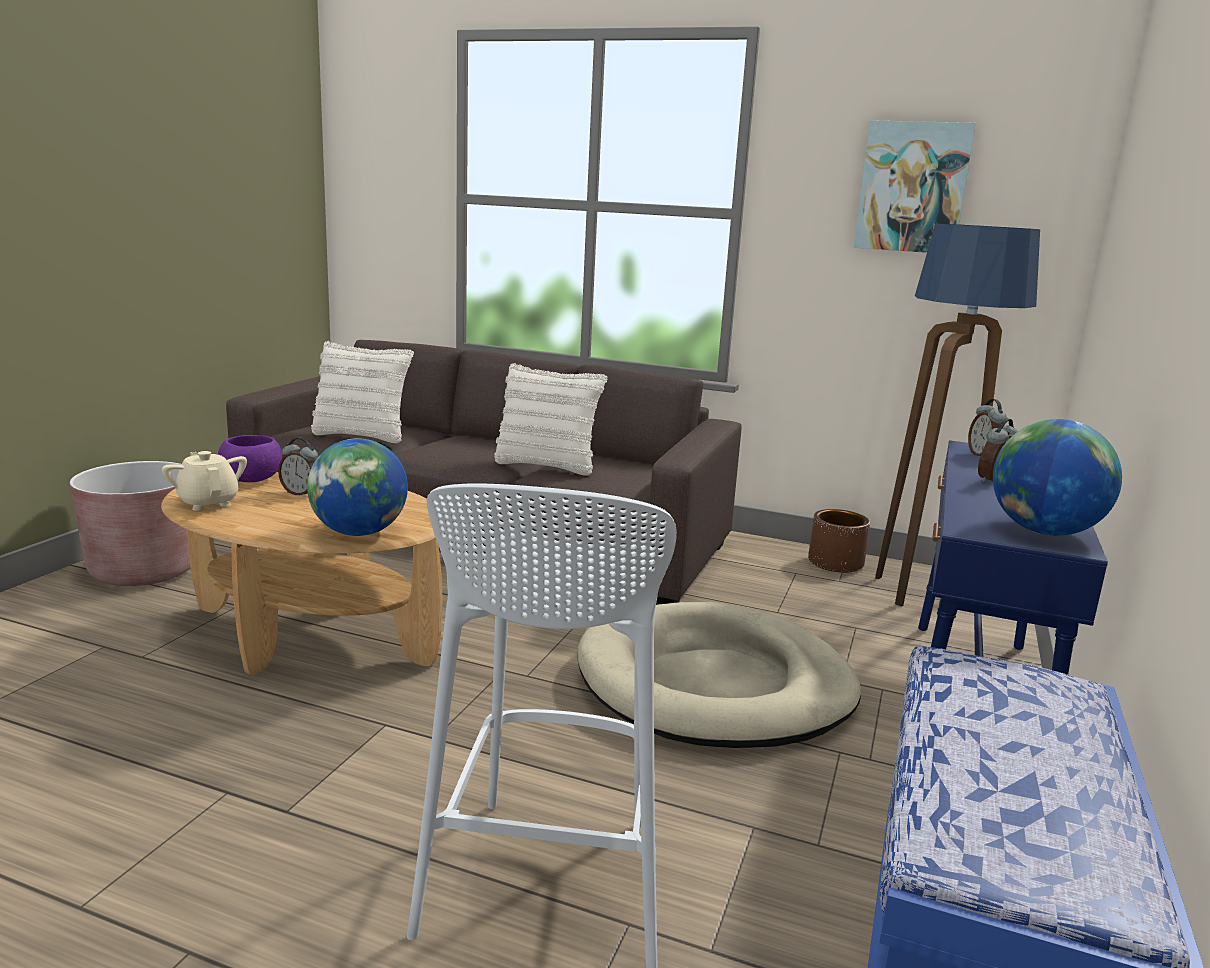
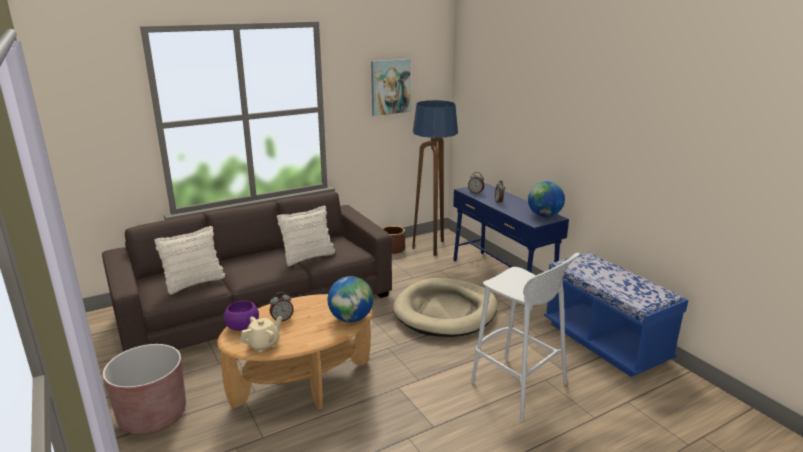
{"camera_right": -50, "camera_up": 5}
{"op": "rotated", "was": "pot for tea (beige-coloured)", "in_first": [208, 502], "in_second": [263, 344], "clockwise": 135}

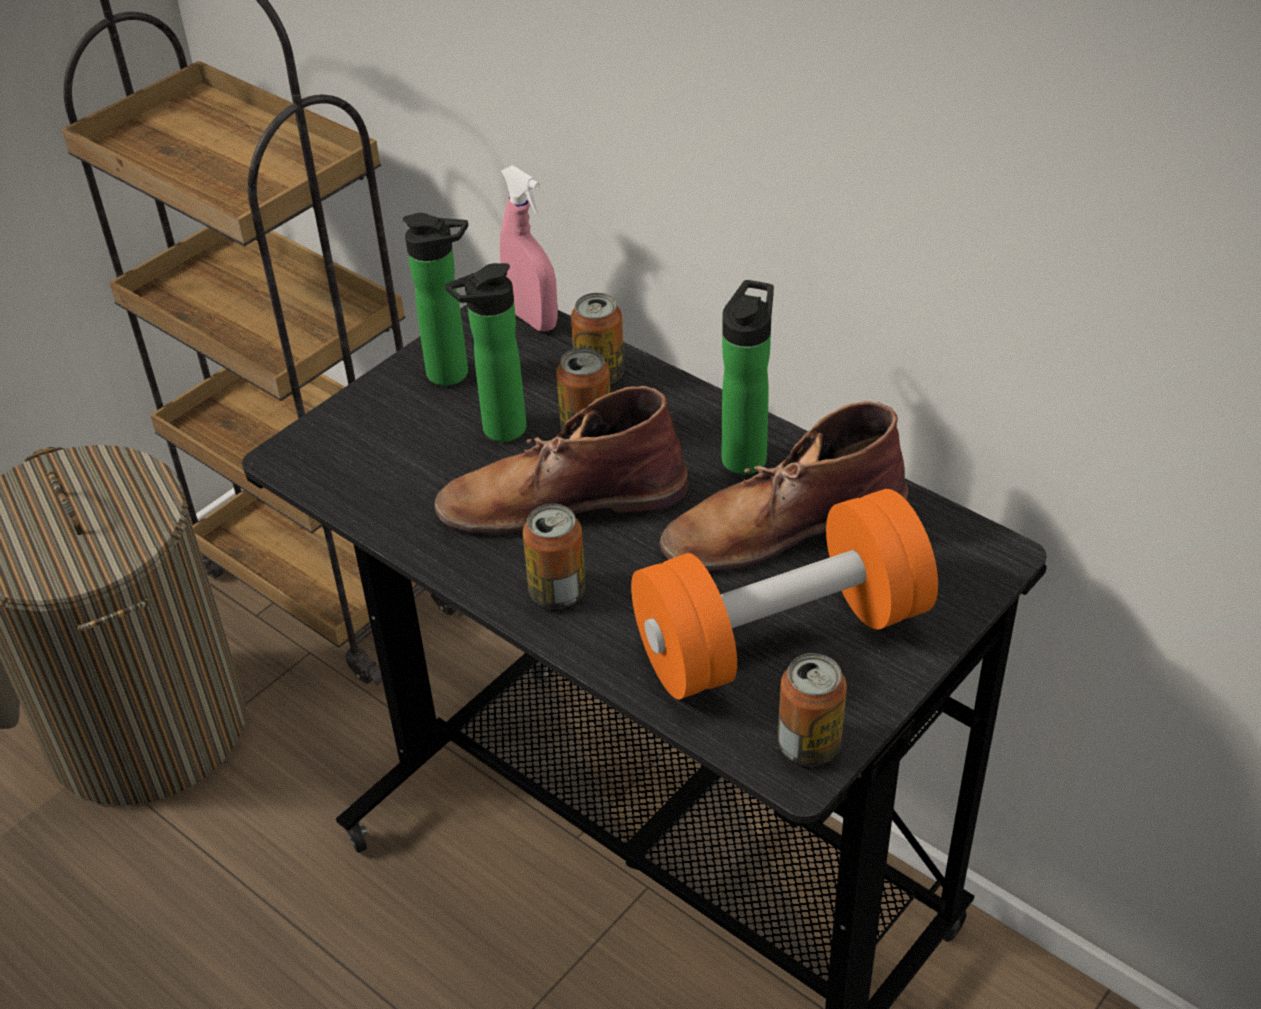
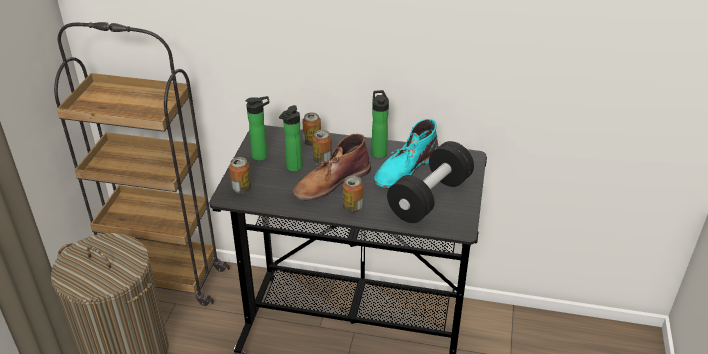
{"camera_right": -30, "camera_up": -5}
{"op": "shifted", "was": "can", "in_first": [809, 745], "in_second": [241, 188]}
{"op": "repainted", "was": "tall boot (brown)", "now": "tall boot (blue-green)", "in_first": [781, 526], "in_second": [405, 168]}
{"op": "repainted", "was": "hand weight (orangey)", "now": "hand weight (black)", "in_first": [781, 636], "in_second": [430, 197]}
{"op": "gone", "was": "hand sprayer (pink-coloured)", "in_first": [532, 319]}

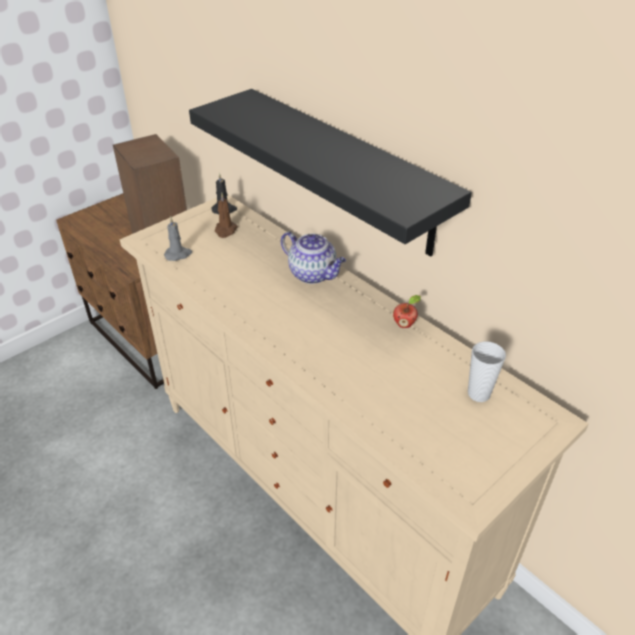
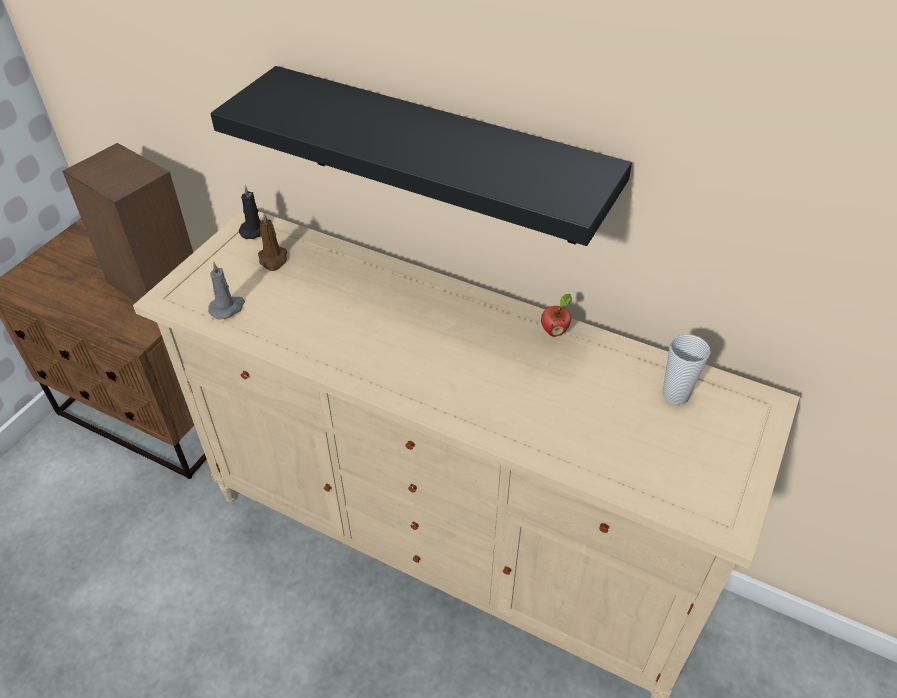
{"camera_right": -20, "camera_up": 5}
{"op": "gone", "was": "pot for tea", "in_first": [313, 274]}

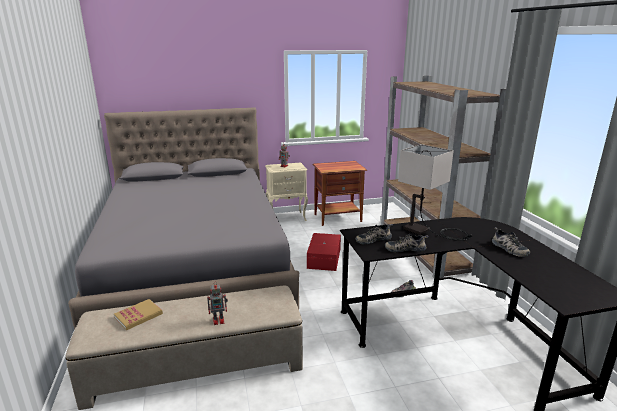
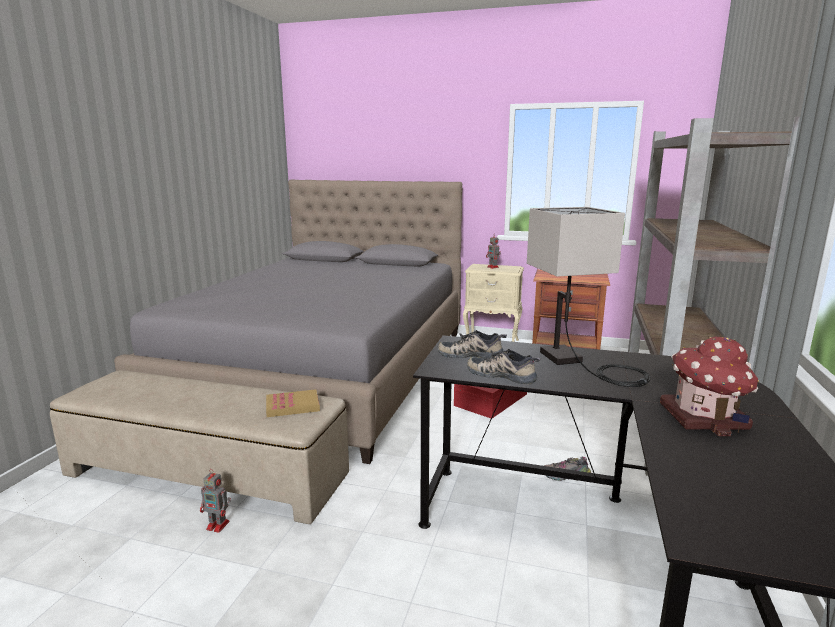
{"camera_right": 30, "camera_up": -5}
{"op": "shifted", "was": "toy robot", "in_first": [219, 320], "in_second": [219, 525]}
{"op": "shifted", "was": "volume", "in_first": [138, 316], "in_second": [292, 406]}
{"op": "swapped", "was": "item of footwear", "now": "model house", "in_first": [508, 248], "in_second": [705, 417]}

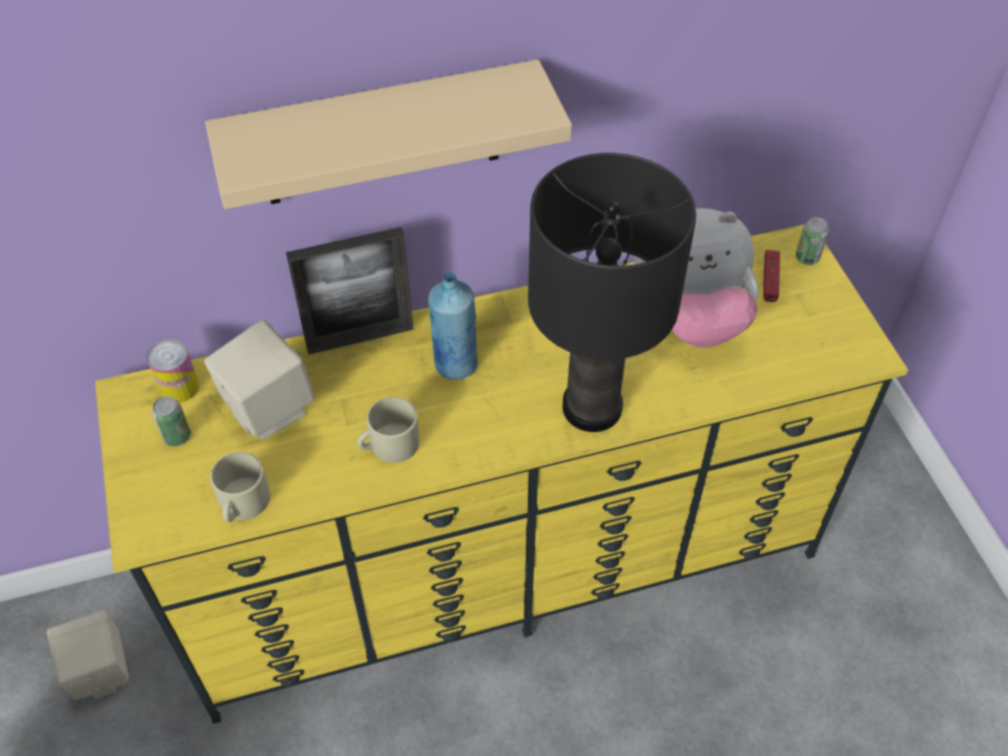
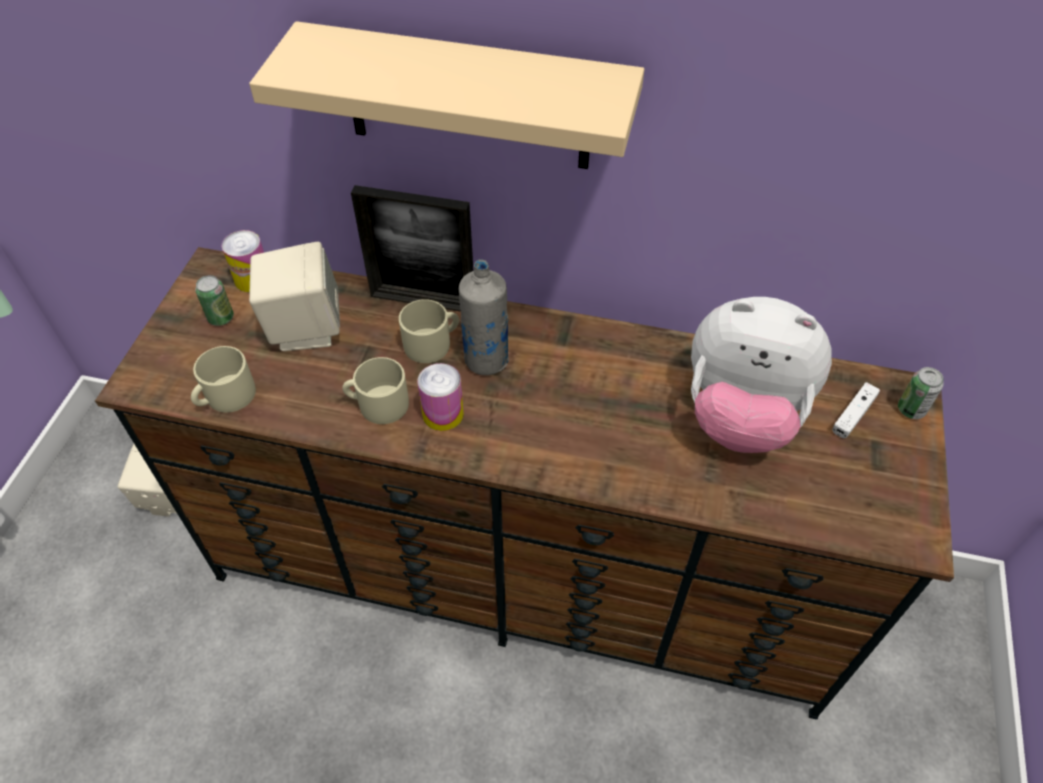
{"camera_right": 30, "camera_up": 0}
{"op": "repainted", "was": "drawer chest (yellow-coloured)", "now": "drawer chest (brown)", "in_first": [505, 560], "in_second": [524, 569]}
{"op": "new", "now": "mug (beige-coloured)", "in_second": [432, 343]}
{"op": "new", "now": "can", "in_second": [443, 414]}
{"op": "repainted", "was": "beverage bottle (blue)", "now": "beverage bottle (grey)", "in_first": [455, 364], "in_second": [486, 360]}
{"op": "repainted", "was": "joypad (reddish)", "now": "joypad (white-coloured)", "in_first": [770, 280], "in_second": [853, 415]}
{"op": "gone", "was": "tabletop lamp (black)", "in_first": [593, 408]}

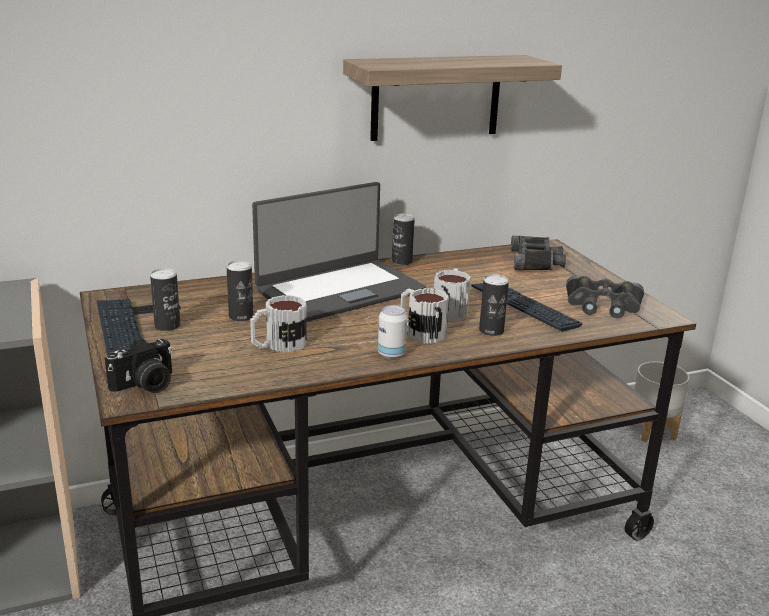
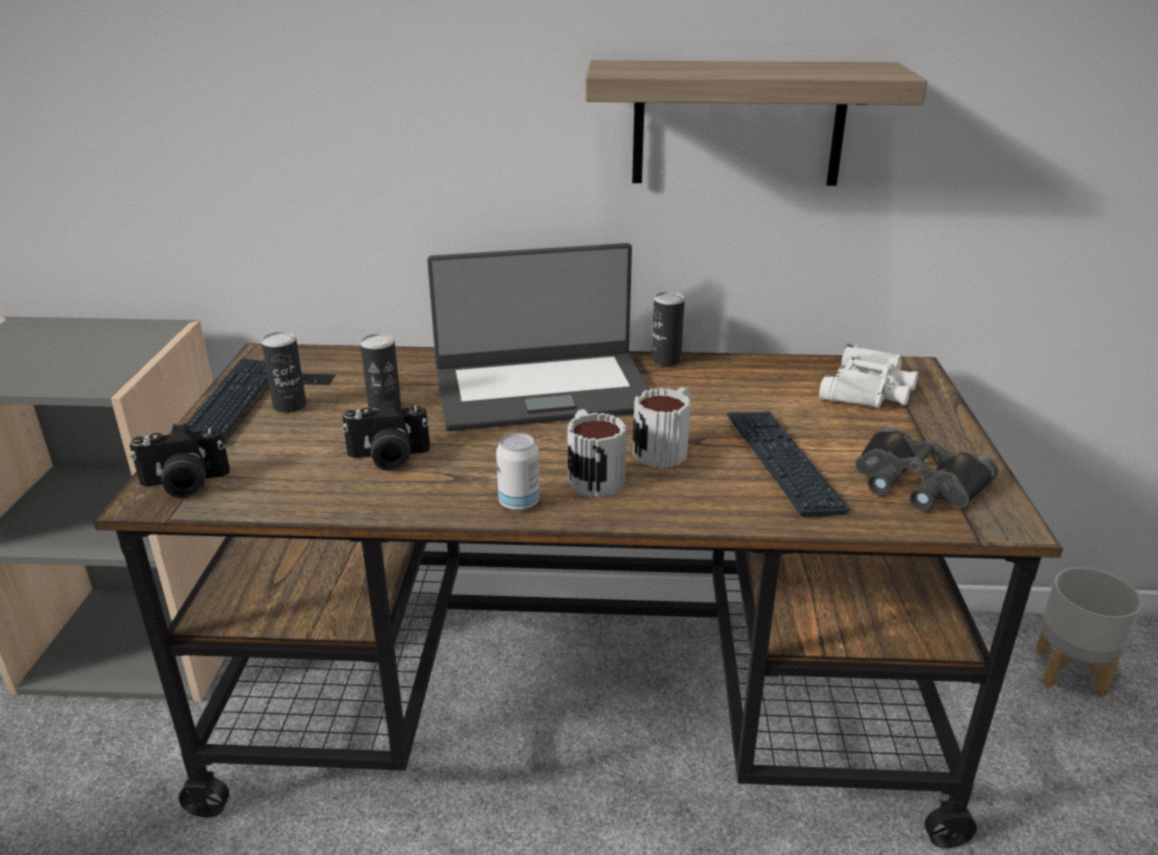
{"camera_right": 25, "camera_up": 5}
{"op": "swapped", "was": "mug", "now": "still camera", "in_first": [278, 345], "in_second": [388, 458]}
{"op": "repainted", "was": "pair of binoculars (black)", "now": "pair of binoculars (white-coloured)", "in_first": [536, 261], "in_second": [869, 389]}
{"op": "gone", "was": "can", "in_first": [491, 331]}

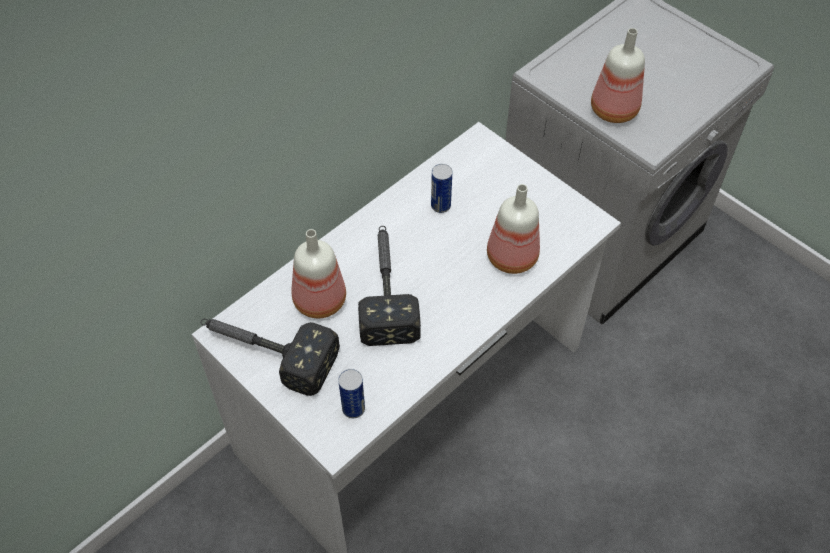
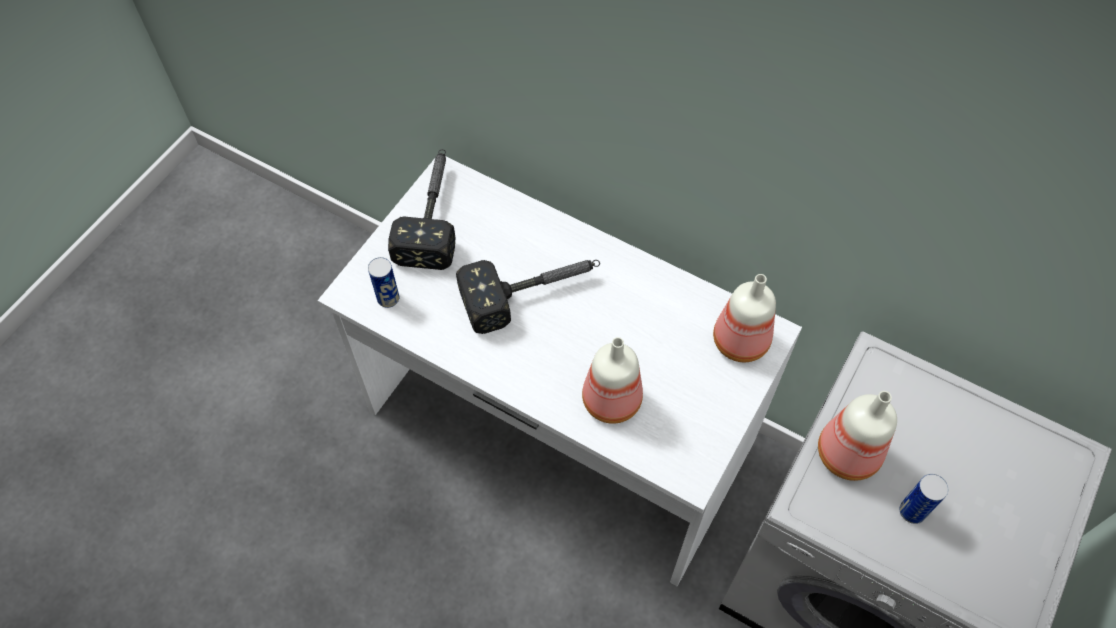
{"camera_right": 75, "camera_up": 5}
{"op": "shifted", "was": "beverage bottle", "in_first": [318, 301], "in_second": [739, 340]}
{"op": "shifted", "was": "can", "in_first": [440, 206], "in_second": [912, 511]}

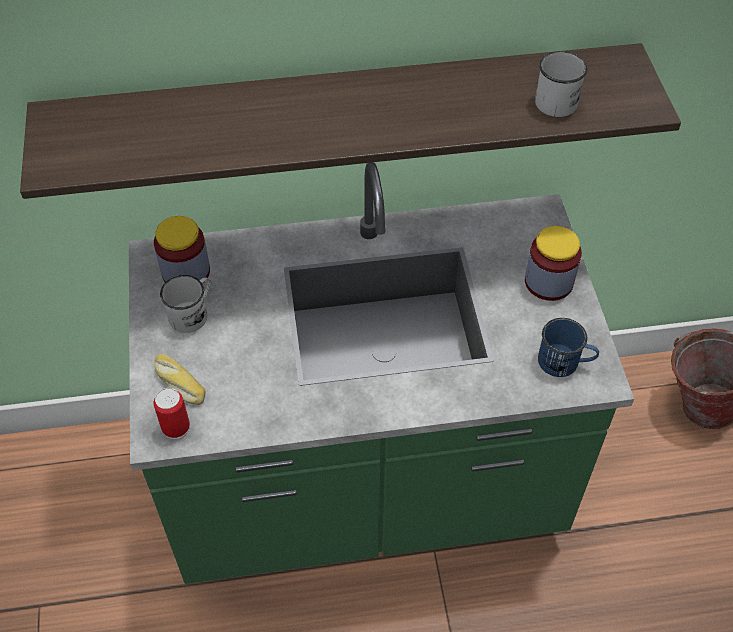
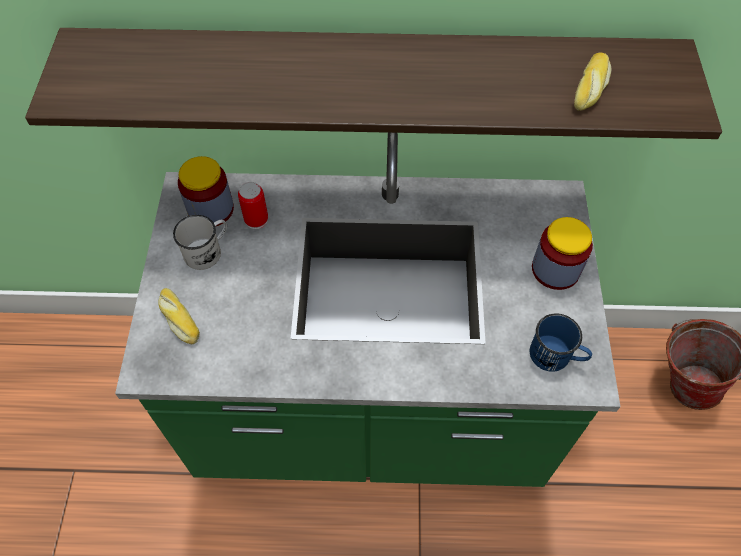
{"camera_right": 10, "camera_up": 5}
{"op": "shifted", "was": "can", "in_first": [176, 427], "in_second": [256, 220]}
{"op": "swapped", "was": "mug (white-coloured)", "now": "baked bread", "in_first": [557, 98], "in_second": [591, 88]}

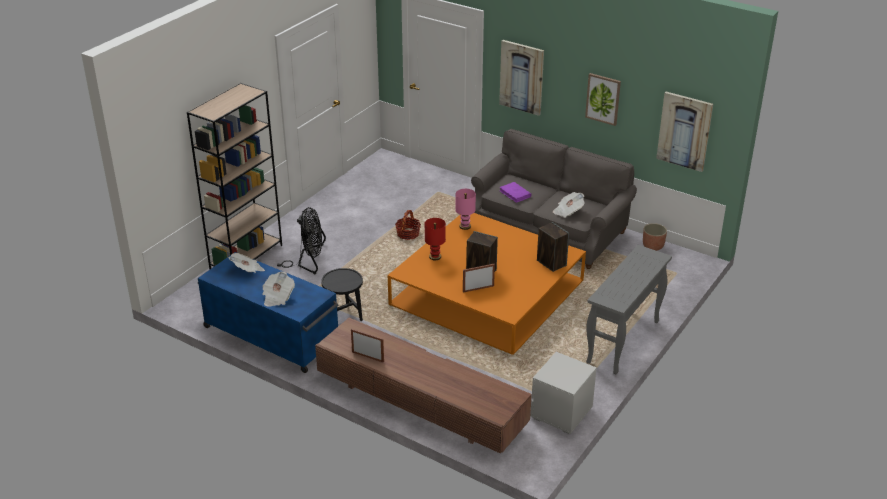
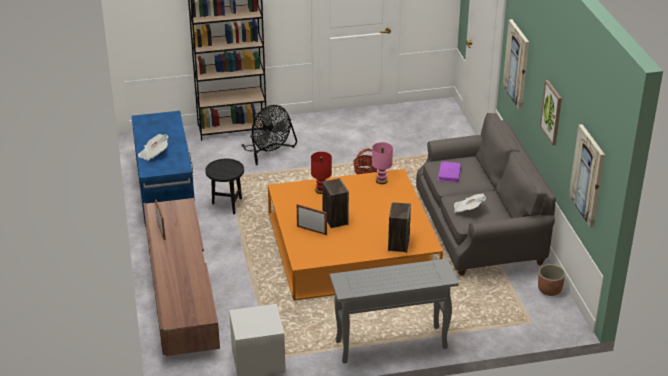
{"camera_right": 45, "camera_up": 0}
{"op": "gone", "was": "printed paper", "in_first": [247, 270]}

